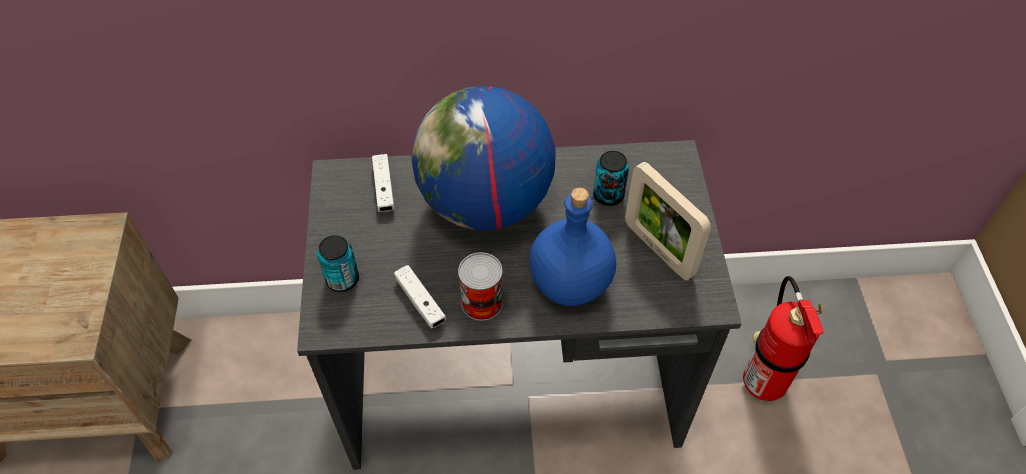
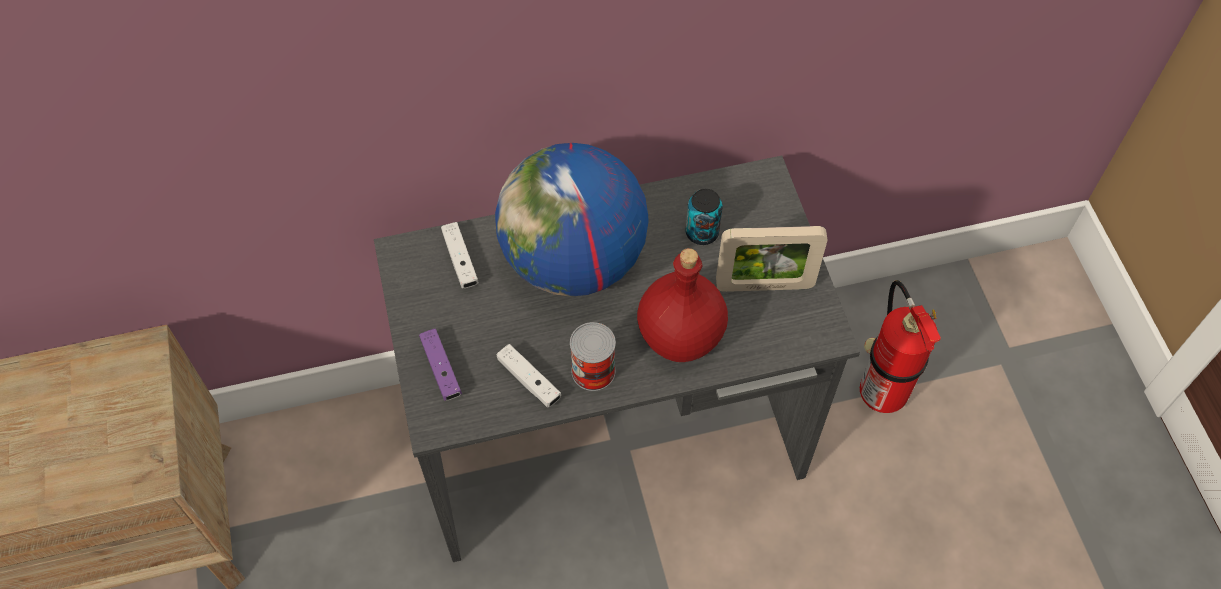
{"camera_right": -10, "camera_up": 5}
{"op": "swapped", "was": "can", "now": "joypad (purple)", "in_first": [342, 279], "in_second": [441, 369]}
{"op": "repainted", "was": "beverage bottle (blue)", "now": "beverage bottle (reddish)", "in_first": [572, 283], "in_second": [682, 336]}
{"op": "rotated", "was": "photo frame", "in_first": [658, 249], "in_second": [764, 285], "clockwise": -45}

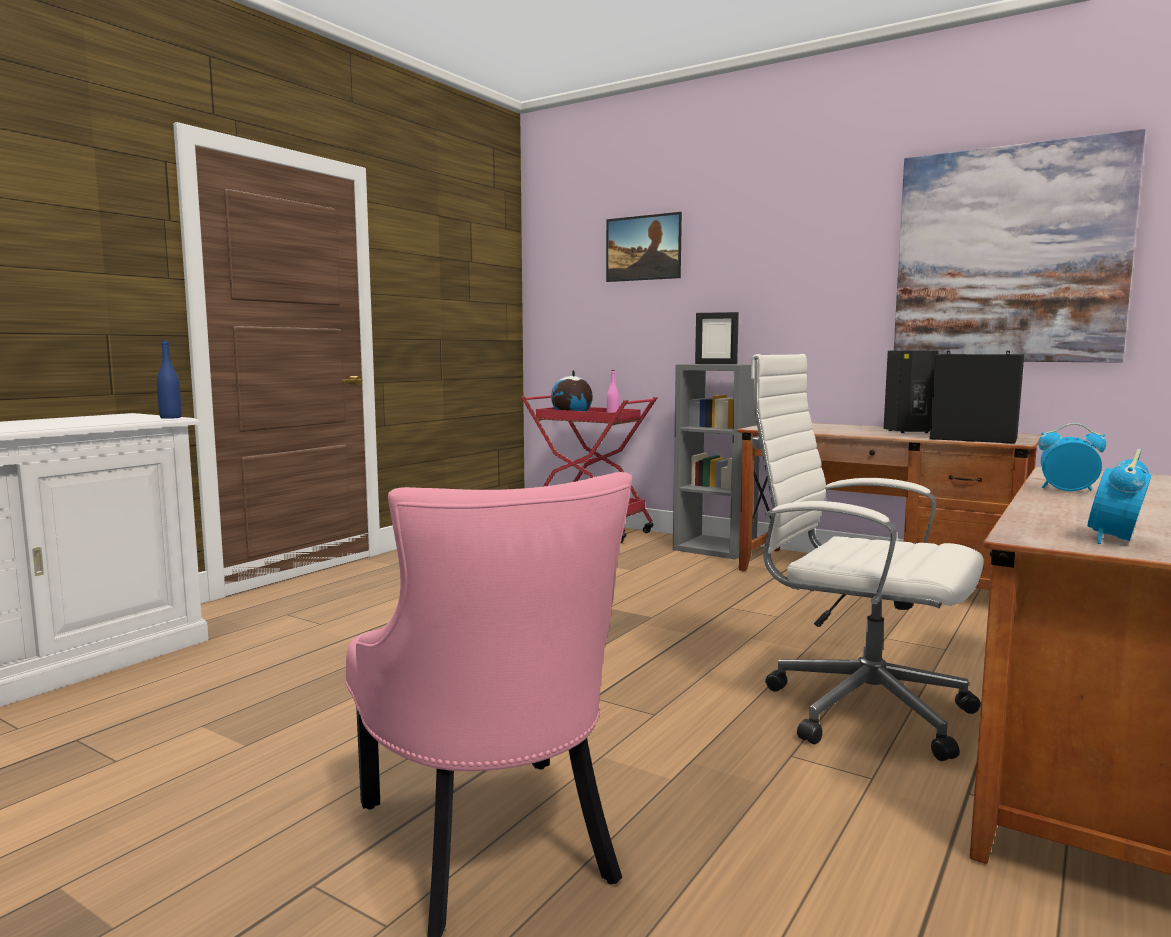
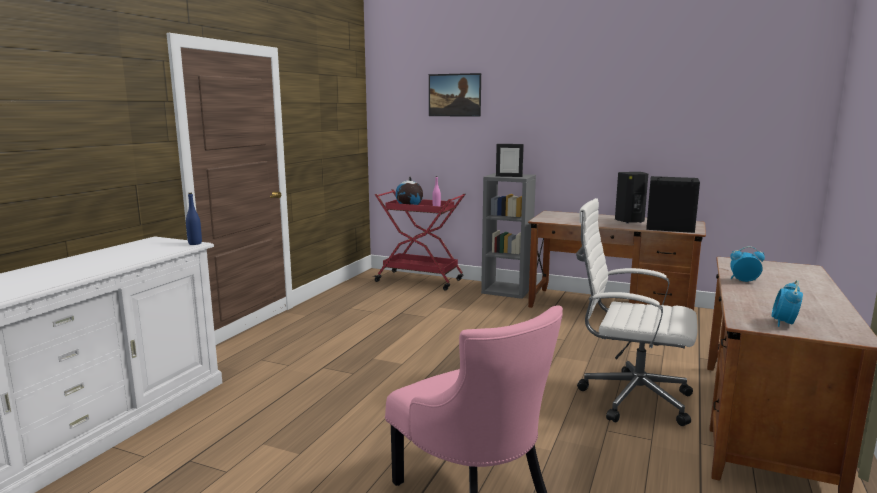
{"camera_right": -10, "camera_up": 5}
{"op": "gone", "was": "picture", "in_first": [1008, 255]}

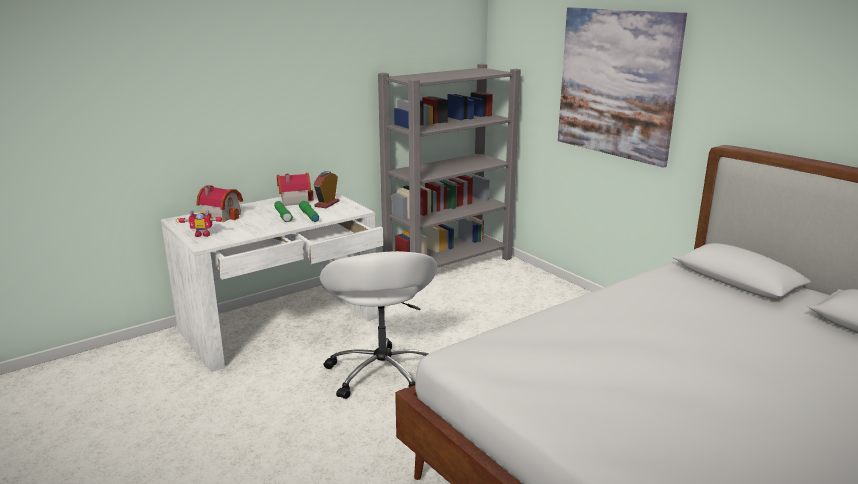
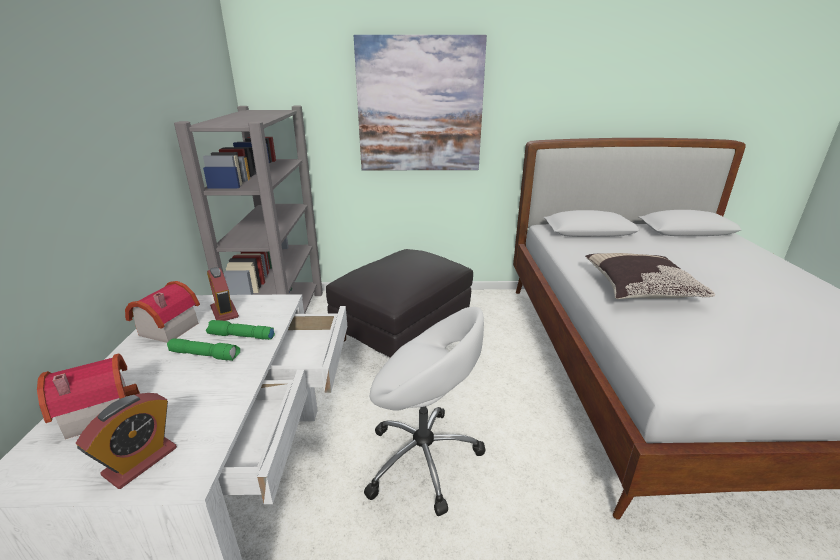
{"camera_right": -55, "camera_up": 5}
{"op": "swapped", "was": "toy robot", "now": "table clock", "in_first": [203, 234], "in_second": [140, 461]}
{"op": "new", "now": "pouffe (black)", "in_second": [403, 332]}
{"op": "new", "now": "throw pillow", "in_second": [640, 289]}

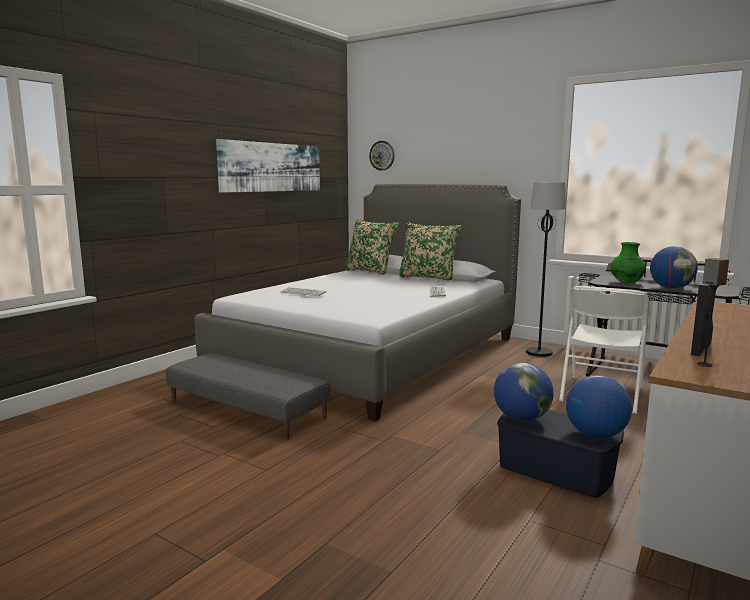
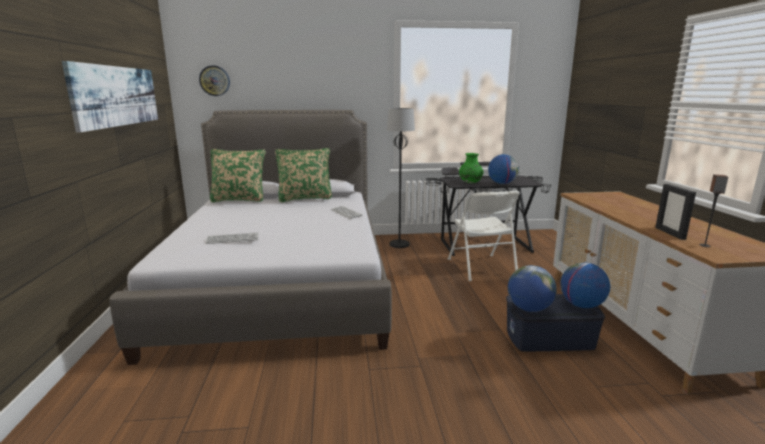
{"camera_right": -40, "camera_up": 5}
{"op": "gone", "was": "pouffe (grey)", "in_first": [247, 409]}

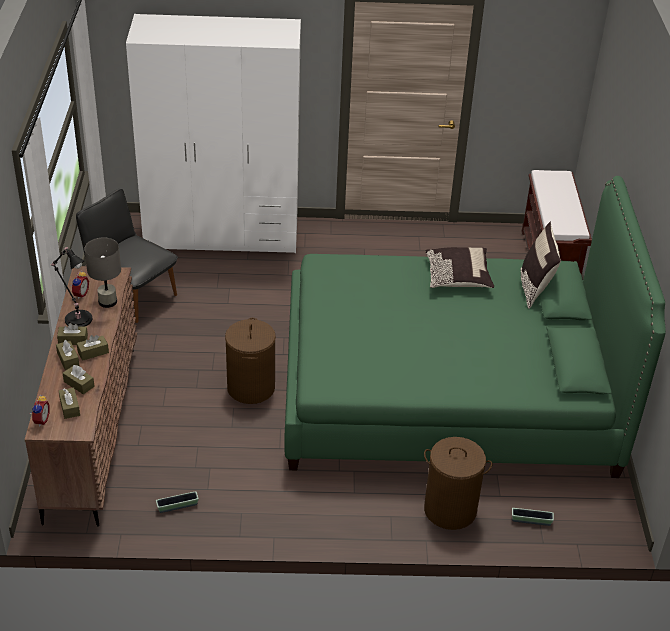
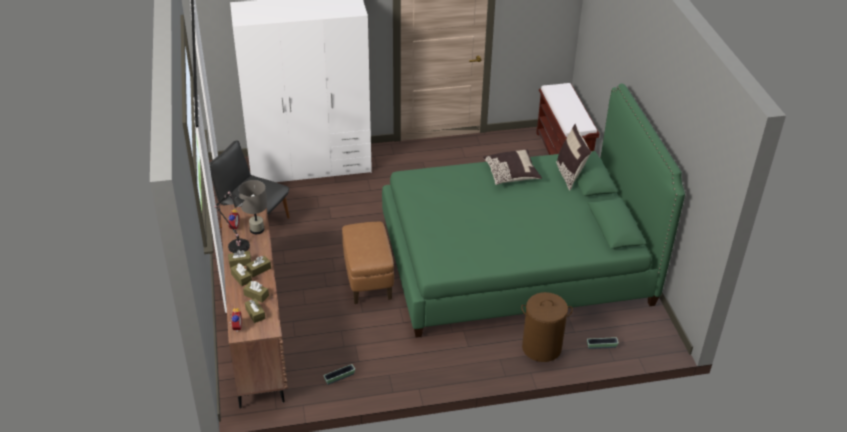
{"camera_right": -10, "camera_up": 0}
{"op": "swapped", "was": "washing basket (brown)", "now": "pouffe (brown)", "in_first": [251, 388], "in_second": [368, 280]}

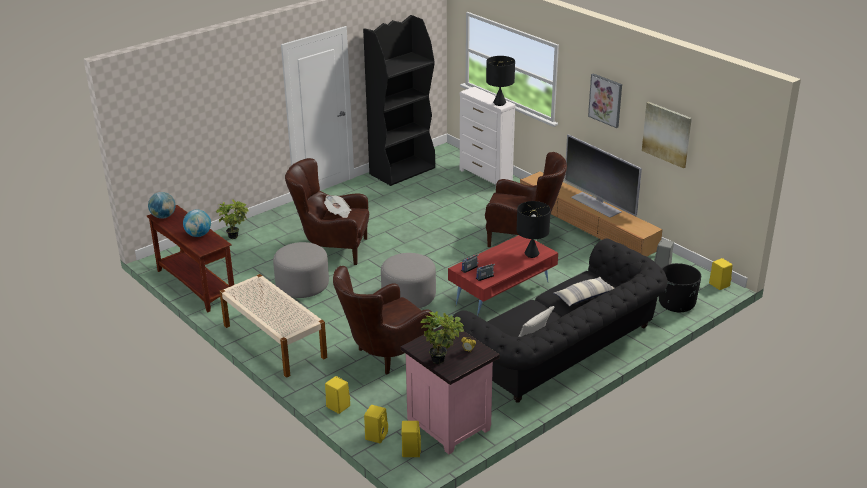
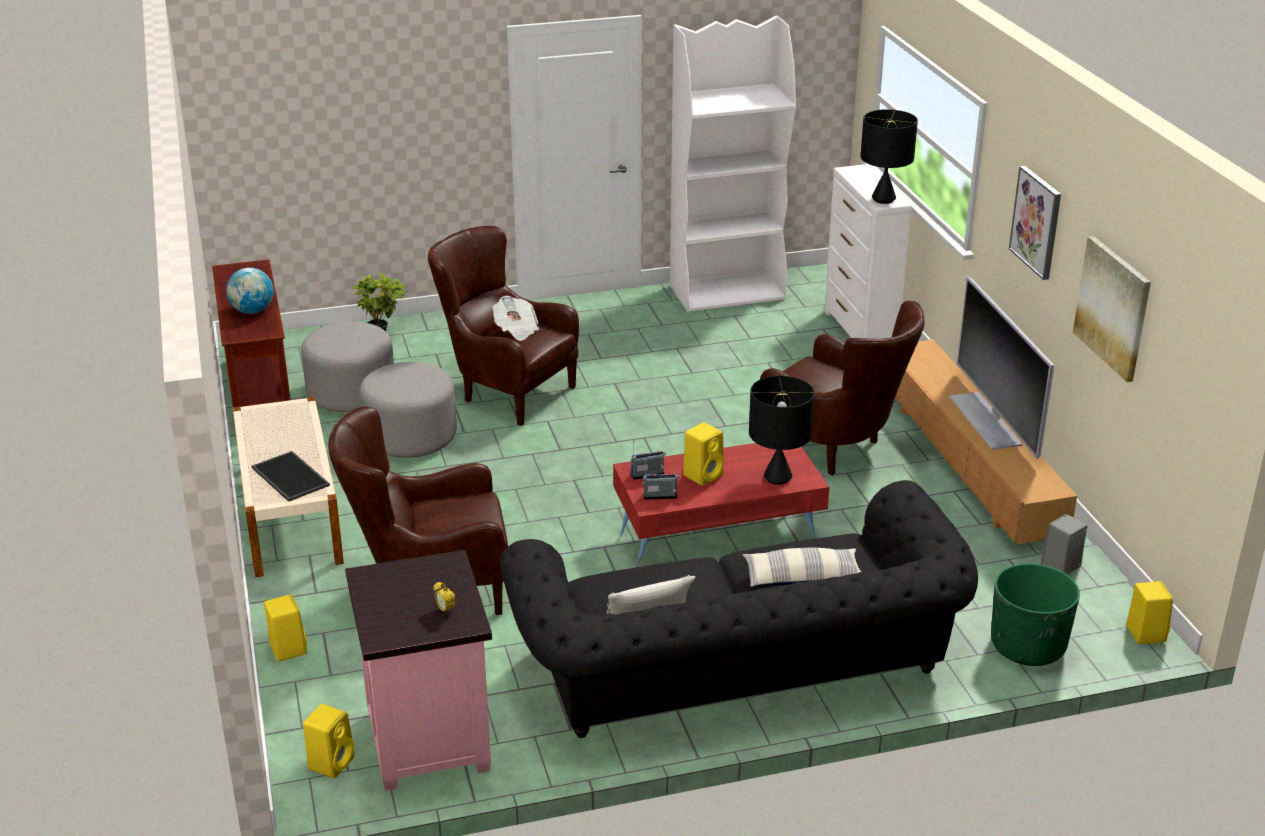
{"camera_right": 25, "camera_up": 0}
{"op": "new", "now": "carrying tray", "in_second": [288, 477]}
{"op": "shifted", "was": "pouffe (grey)", "in_first": [408, 297], "in_second": [351, 393]}
{"op": "repainted", "was": "bookcase (black)", "now": "bookcase (white-coloured)", "in_first": [402, 171], "in_second": [727, 292]}
{"op": "shifted", "was": "audio speaker (yellow-coloured)", "in_first": [376, 435], "in_second": [703, 475]}
{"op": "repainted", "was": "planter (black)", "now": "planter (green)", "in_first": [676, 304], "in_second": [1027, 646]}
{"op": "gone", "was": "globe", "in_first": [163, 216]}
{"op": "gone", "was": "houseplant", "in_first": [442, 360]}

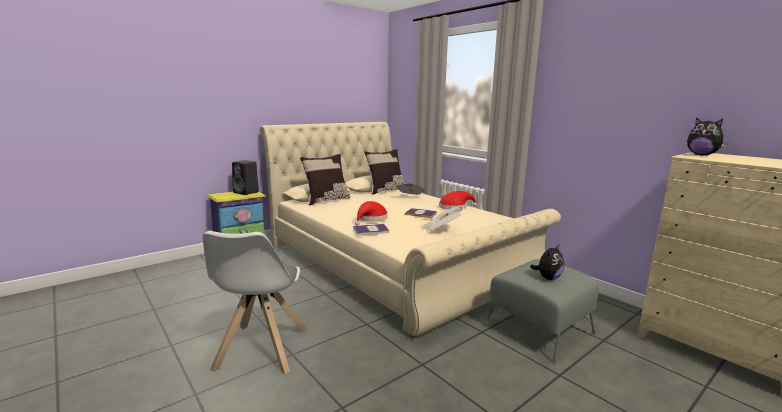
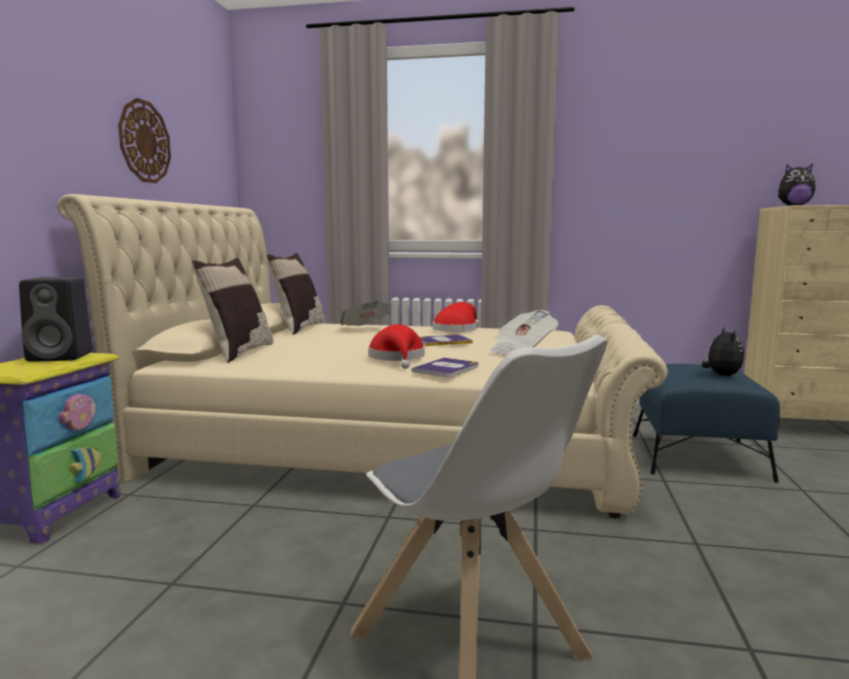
{"camera_right": -40, "camera_up": -5}
{"op": "new", "now": "wall clock", "in_second": [144, 141]}
{"op": "repainted", "was": "pouffe (grey)", "now": "pouffe (blue)", "in_first": [539, 329], "in_second": [698, 456]}

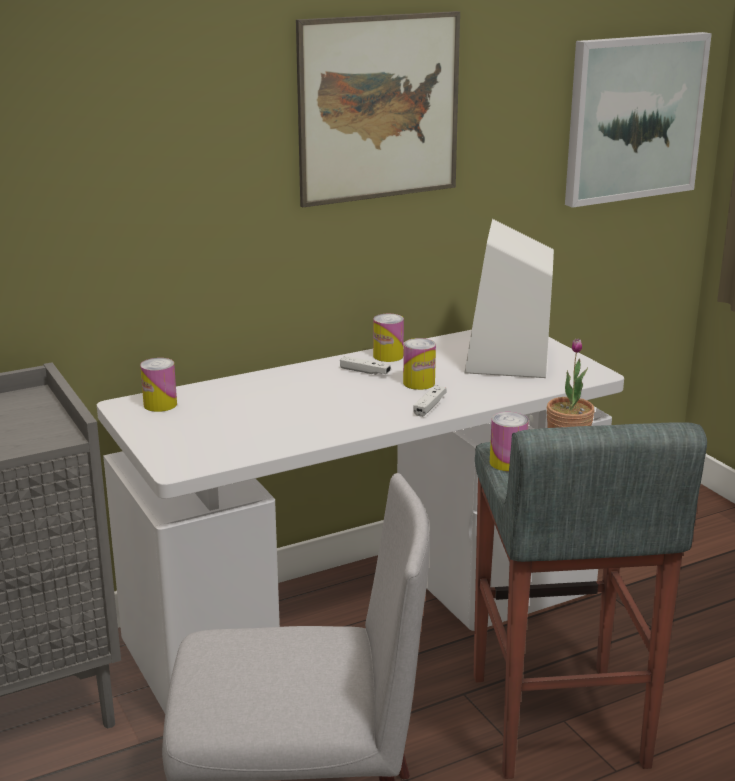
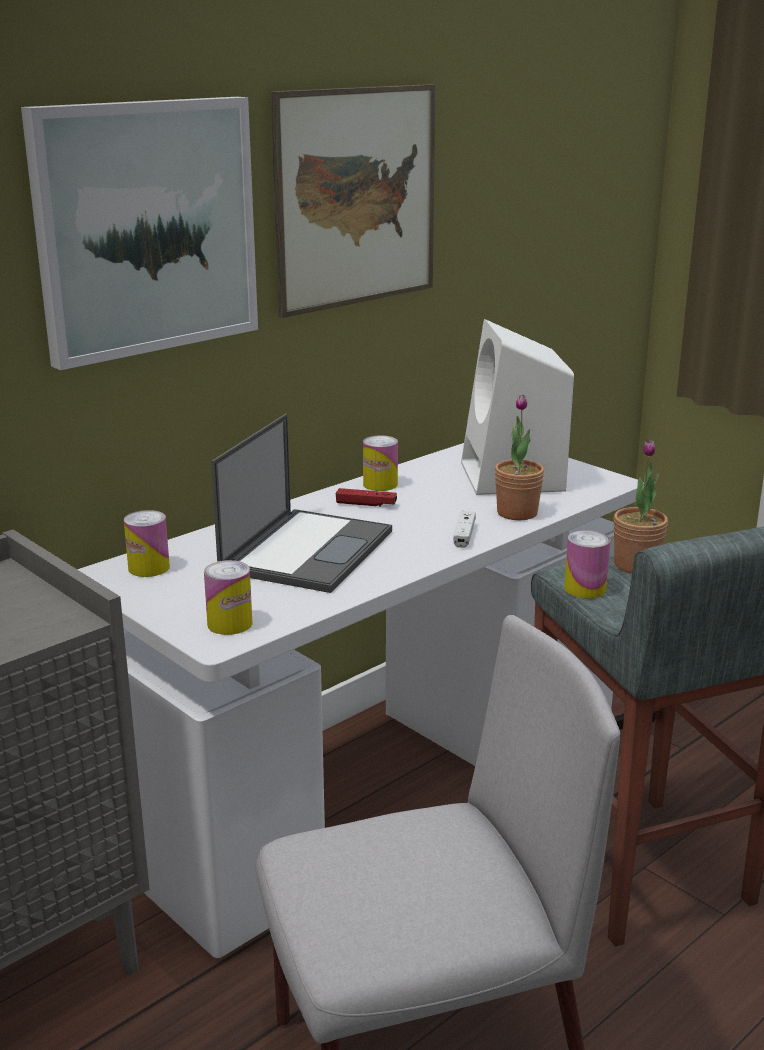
{"camera_right": -15, "camera_up": 0}
{"op": "shifted", "was": "picture", "in_first": [634, 118], "in_second": [146, 228]}
{"op": "shifted", "was": "can", "in_first": [419, 383], "in_second": [230, 624]}
{"op": "new", "now": "notebook computer", "in_second": [307, 550]}
{"op": "repainted", "was": "joypad (white-coloured)", "now": "joypad (reddish)", "in_first": [365, 371], "in_second": [366, 504]}
{"op": "new", "now": "houseplant", "in_second": [517, 513]}

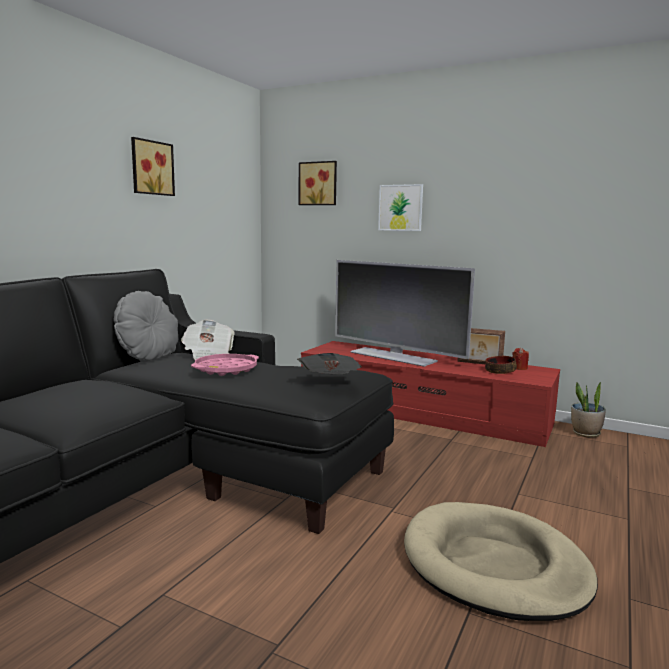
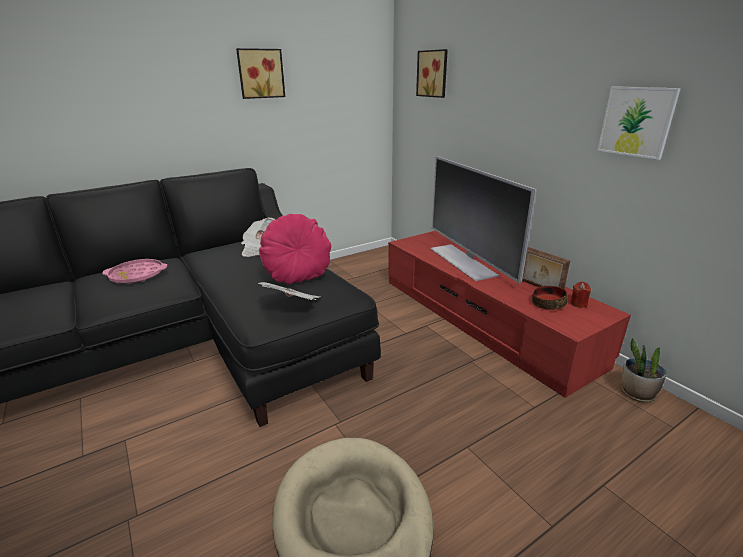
{"camera_right": 30, "camera_up": 15}
{"op": "shifted", "was": "carrying tray (pink-coloured)", "in_first": [226, 369], "in_second": [137, 275]}
{"op": "new", "now": "throw pillow (pink-coloured)", "in_second": [298, 278]}
{"op": "shifted", "was": "picture", "in_first": [400, 207], "in_second": [636, 122]}
{"op": "gone", "was": "throw pillow (grey)", "in_first": [148, 358]}

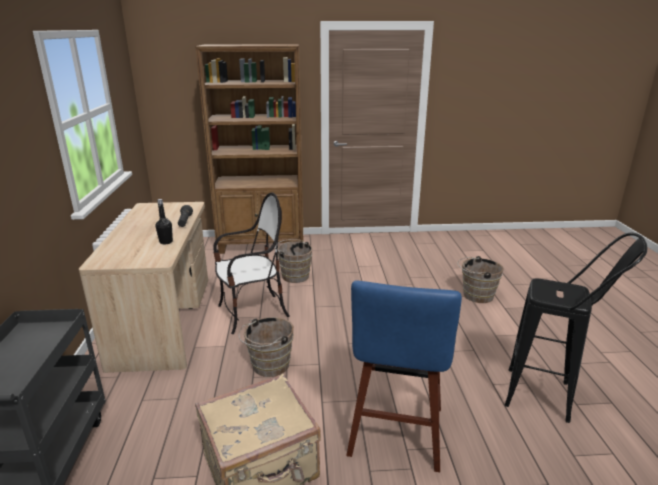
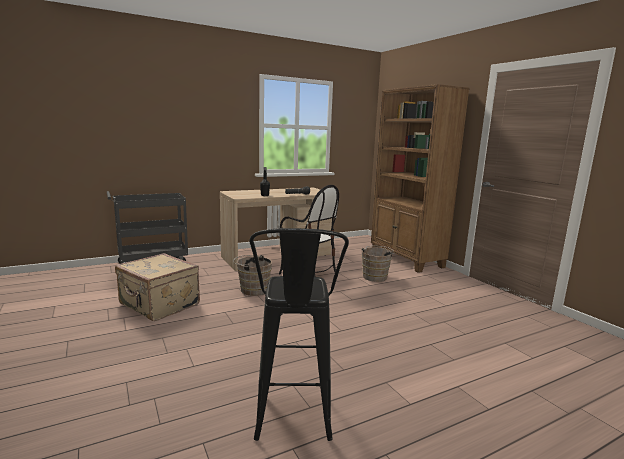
{"camera_right": 65, "camera_up": -10}
{"op": "gone", "was": "stool (blue)", "in_first": [395, 434]}
{"op": "gone", "was": "water bucket (brown)", "in_first": [475, 295]}

